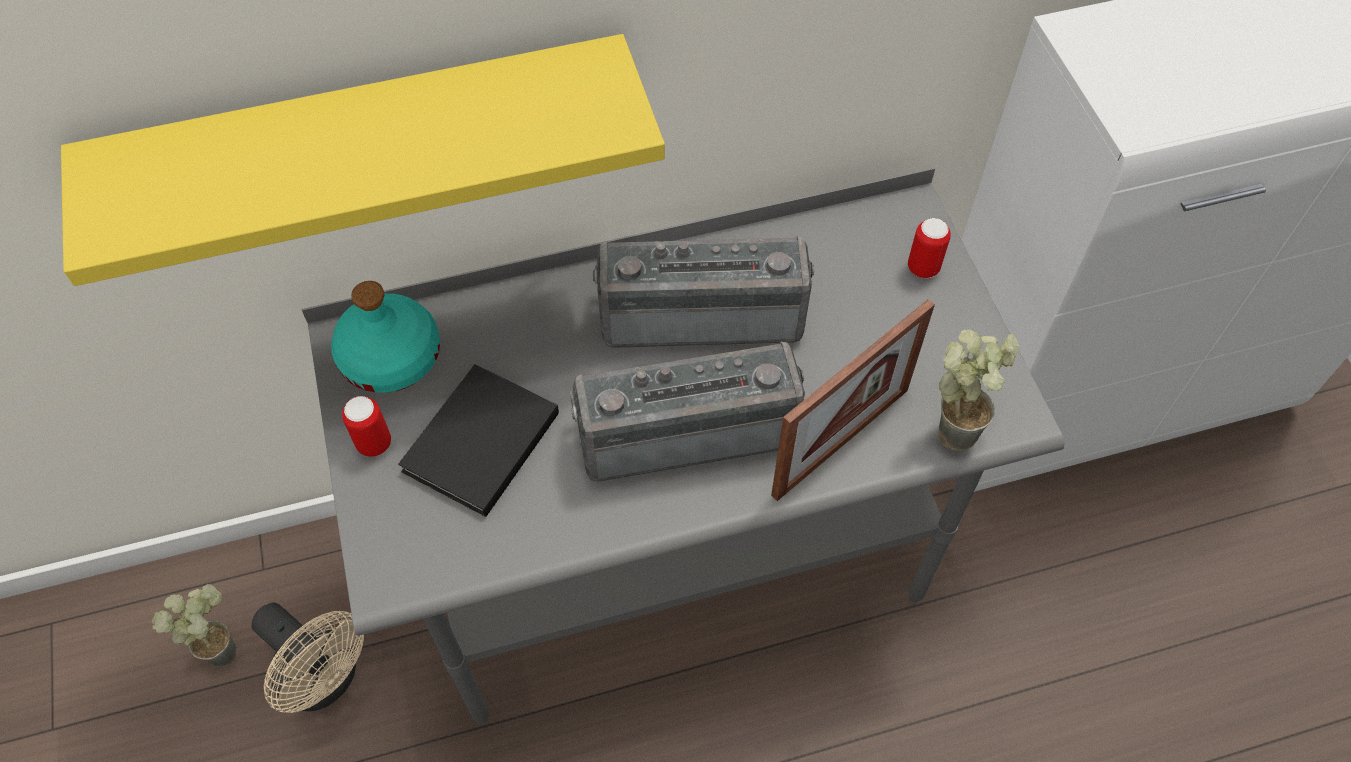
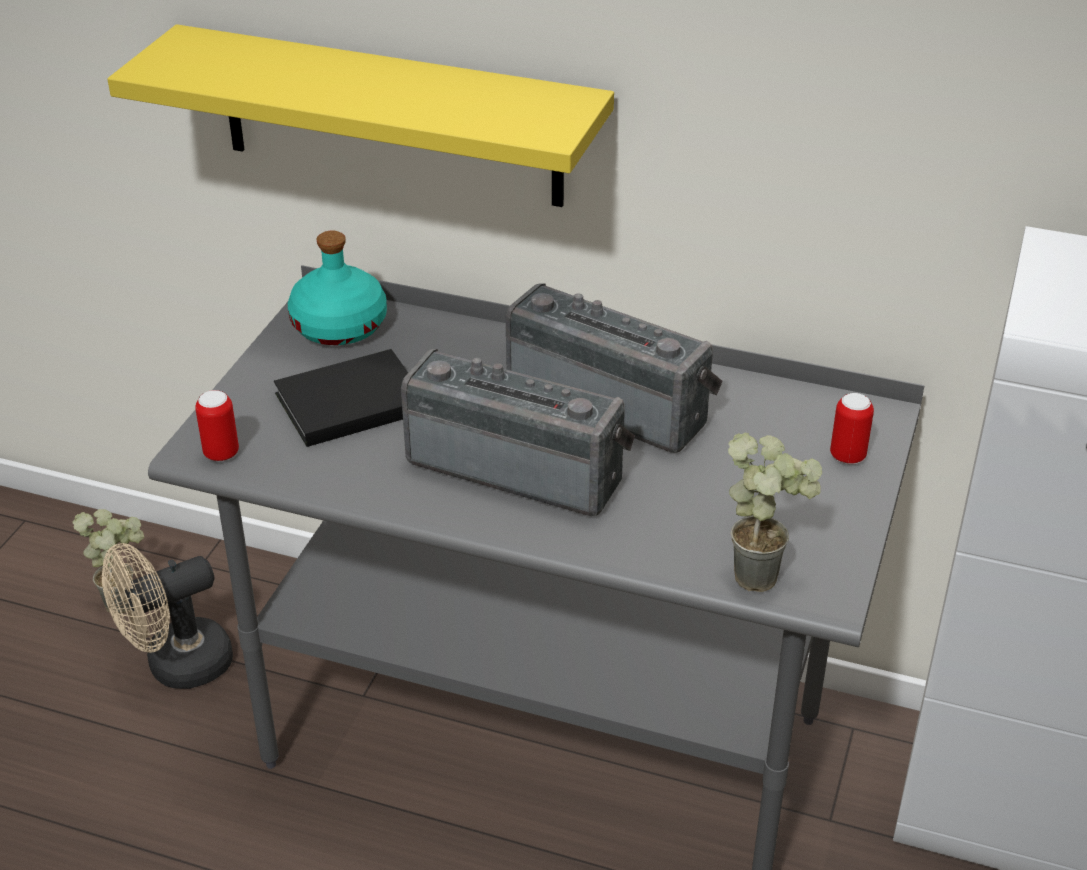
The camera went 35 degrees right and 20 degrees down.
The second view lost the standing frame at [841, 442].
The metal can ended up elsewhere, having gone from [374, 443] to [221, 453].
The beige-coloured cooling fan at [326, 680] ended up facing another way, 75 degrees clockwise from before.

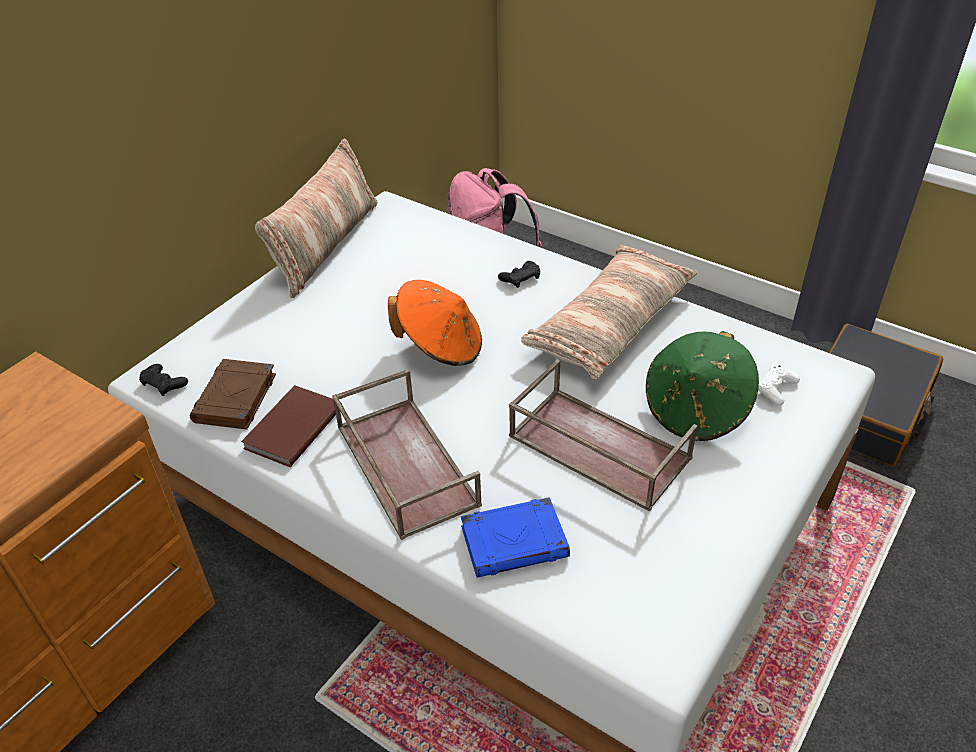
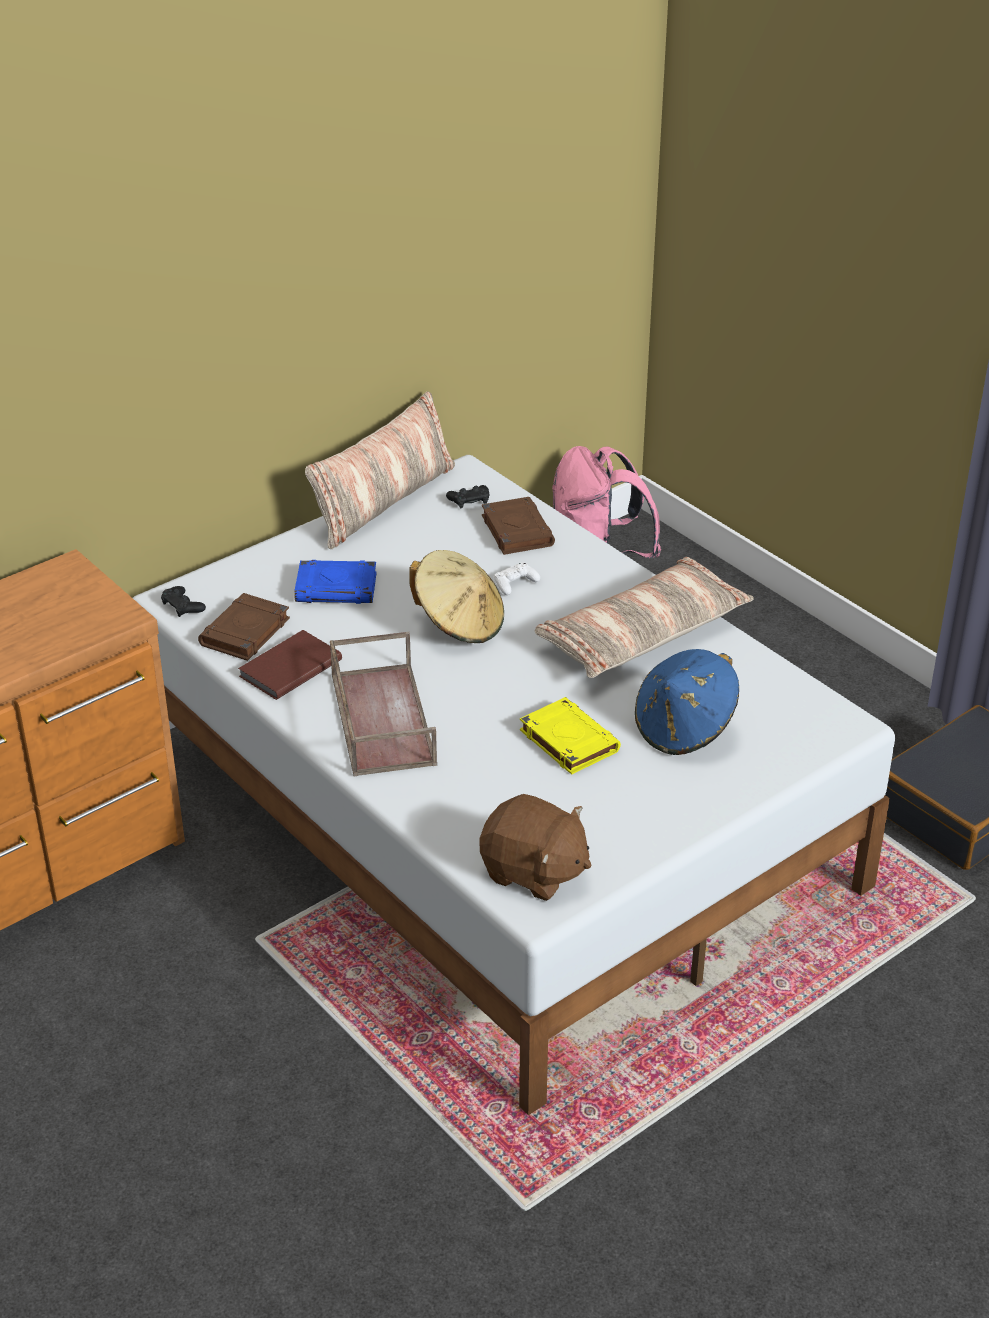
The camera went 15 degrees right and 5 degrees down.
The second view gained the brownish soft toy at [533, 872].
The second view gained the brownish volume at [516, 530].
The blue-coloured volume ended up elsewhere, having gone from [515, 542] to [337, 588].
The blackish joypad ended up elsewhere, having gone from [520, 278] to [469, 500].
The white-coloured joypad ended up elsewhere, having gone from [776, 389] to [515, 583].
Where the brownish carrying tray stood at [596, 447], the yellow volume came to stand at [568, 740].
What was the orangey wearable hat at [440, 347] turned into the beige-coloured wearable hat at [459, 623].
What was the green wearable hat at [697, 410] turned into the blue-coloured wearable hat at [685, 728].

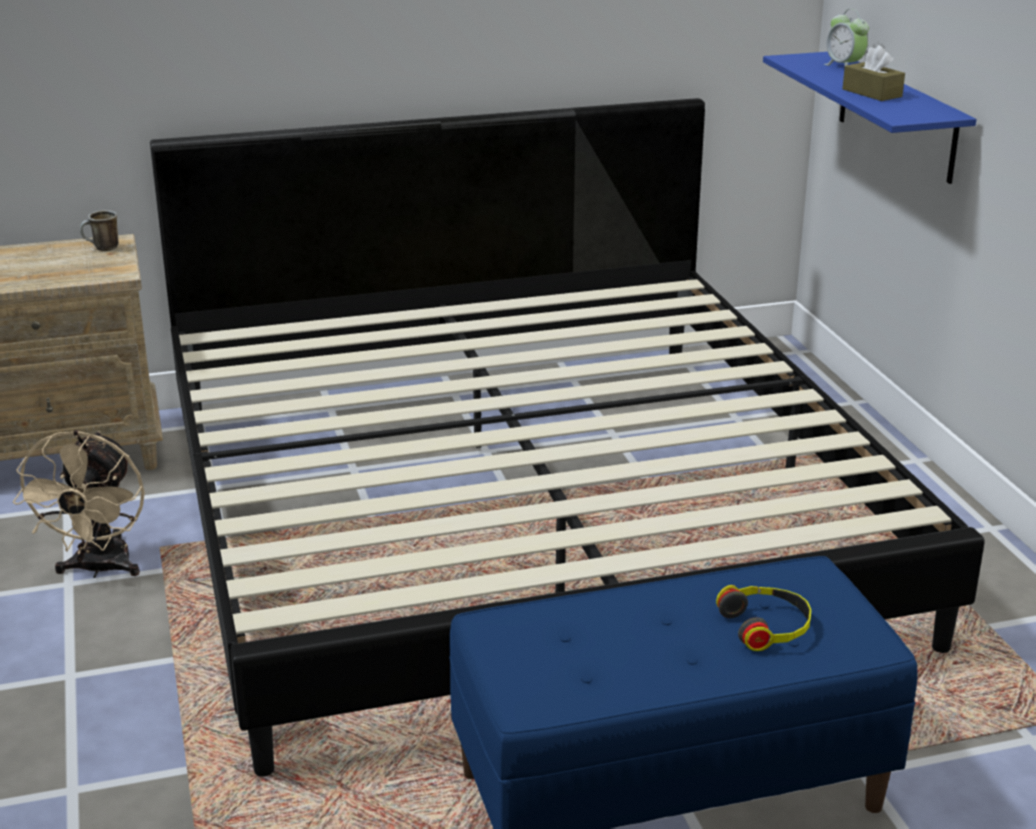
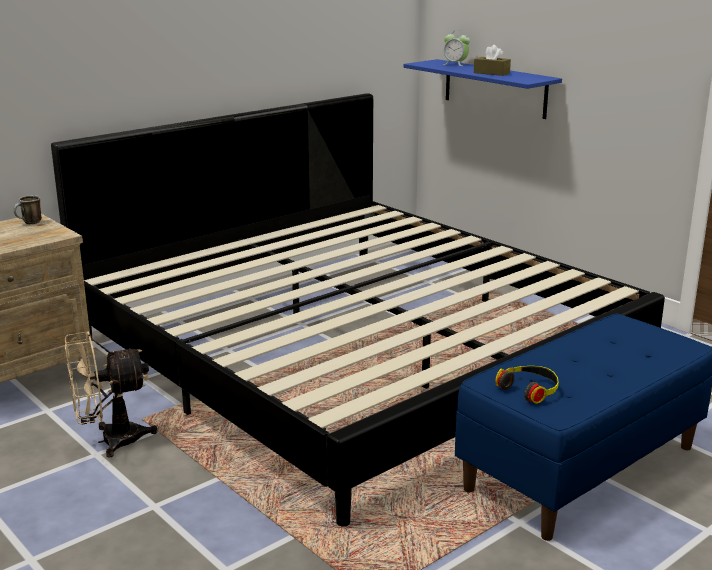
The camera went 25 degrees left and 5 degrees down.
The pair of headphones ended up elsewhere, having gone from [766, 626] to [529, 389].
The beige-coloured cooling fan at [99, 569] ended up facing another way, 90 degrees clockwise from before.

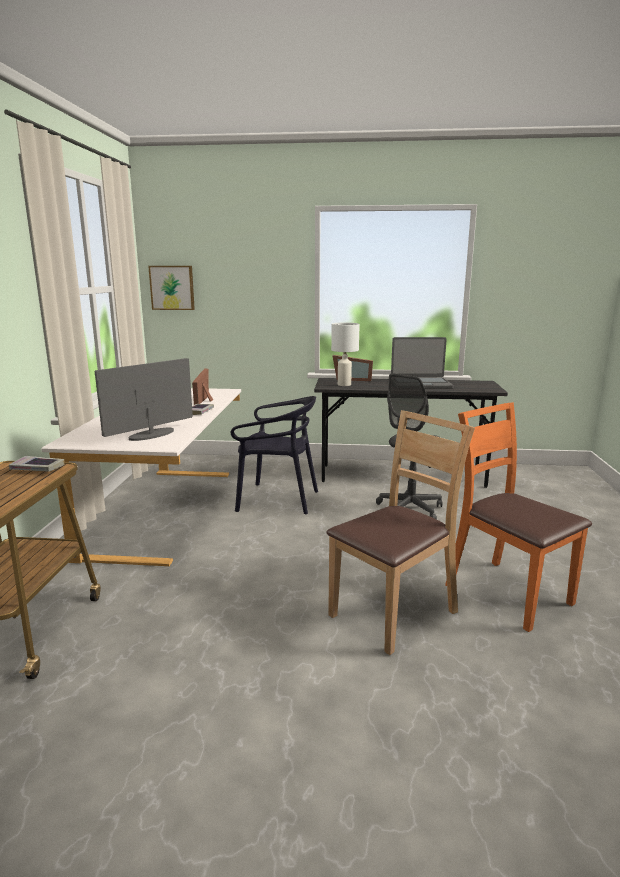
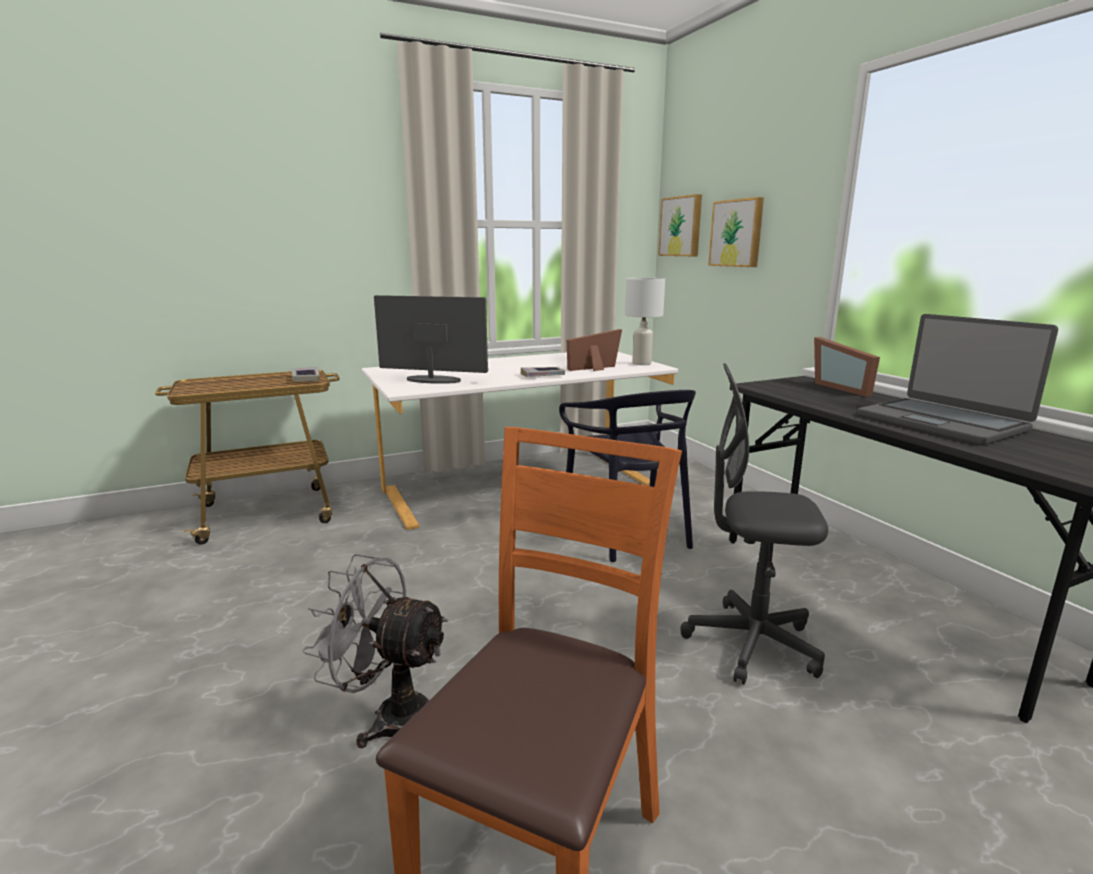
The camera went 60 degrees right and 0 degrees up.
The second view gained the wall picture at [737, 233].
The white-coloured lamp for a table ended up elsewhere, having gone from [344, 385] to [642, 363].
Where the brownish plain chair stood at [393, 612], the grey cooling fan came to stand at [390, 717].

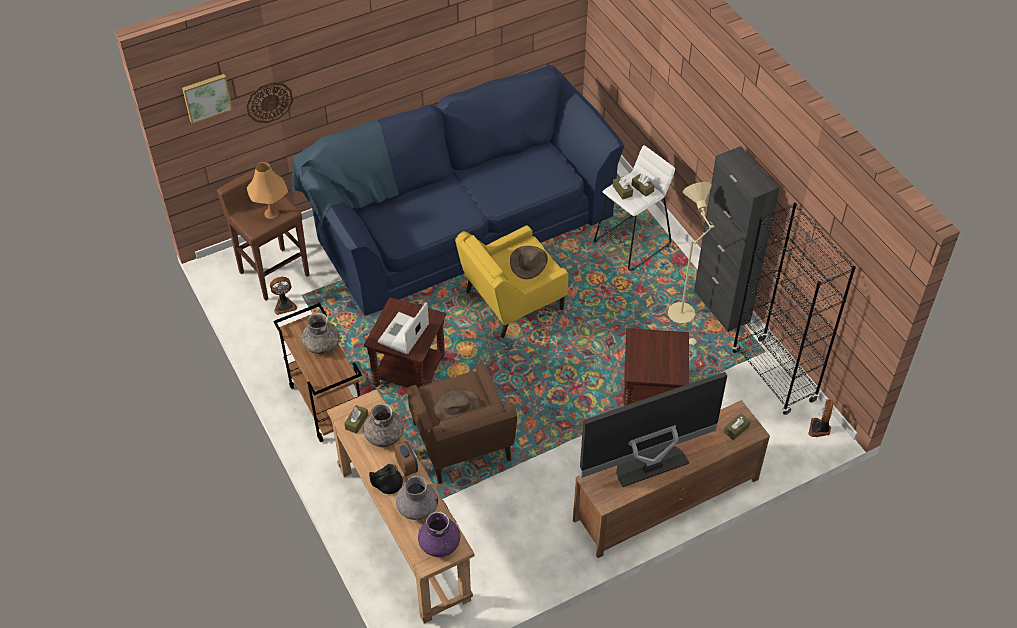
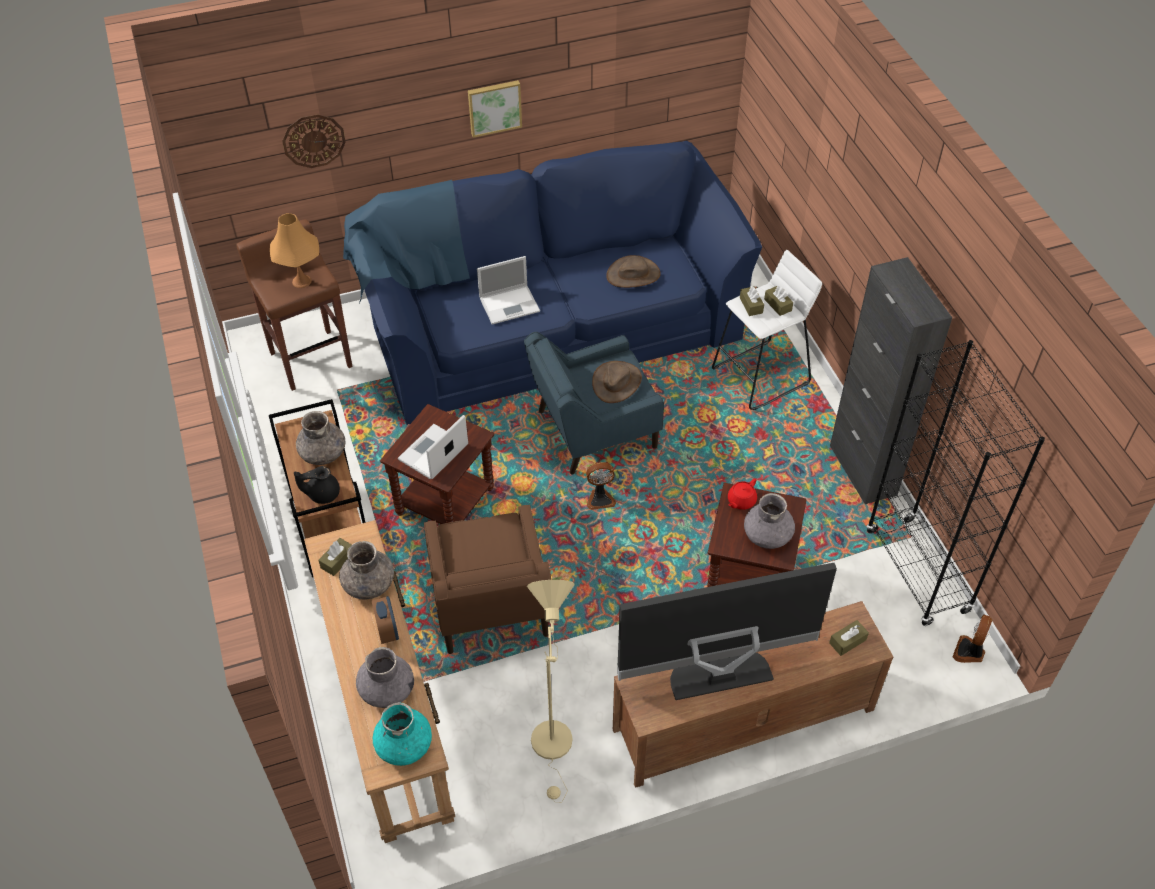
The camera went 10 degrees right and 0 degrees up.
The second view gained the notebook computer at [510, 304].
The second view gained the reddish pot for tea at [741, 501].
The second view gained the grey flower vase at [767, 535].
The wall picture ended up elsewhere, having gone from [206, 97] to [494, 107].
The cooling fan ended up elsewhere, having gone from [284, 305] to [600, 499].
The blackish pot for tea ended up elsewhere, having gone from [388, 485] to [322, 494].
The brownish wearable hat ended up elsewhere, having gone from [457, 407] to [633, 274].
The beige-coloured floor lamp ended up elsewhere, having gone from [684, 318] to [553, 748].
What was the purple-coloured flower vase at [439, 543] turned into the blue-green flower vase at [404, 745].
What was the yellow armchair at [511, 301] turned into the blue-coloured armchair at [593, 430].

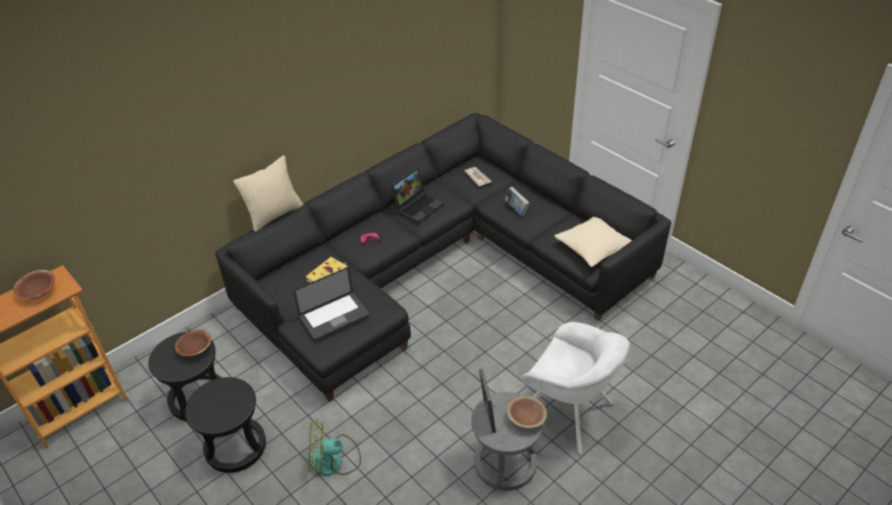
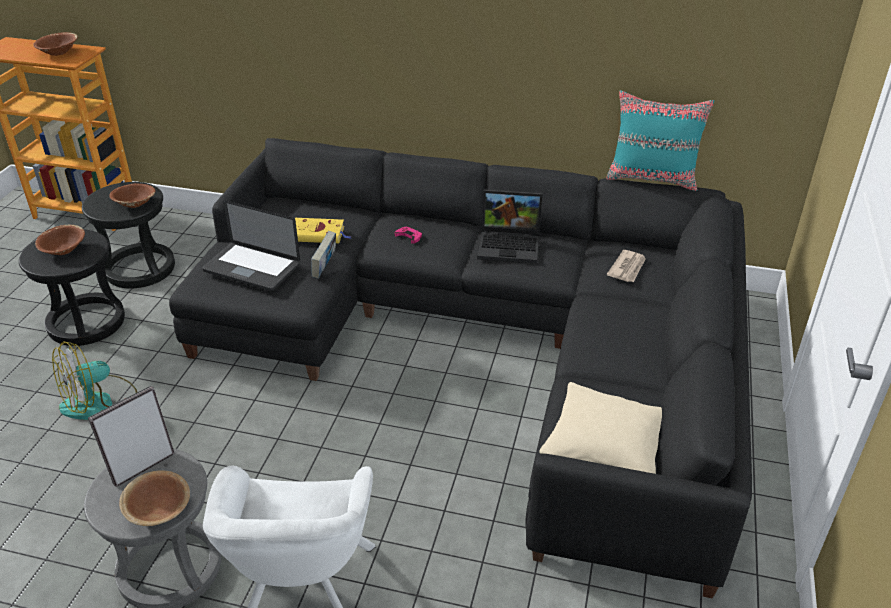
The camera went 55 degrees right and 5 degrees down.
The second view lost the beige-coloured pillow at [274, 215].
The second view gained the brownish serving bowl at [63, 250].
The second view gained the blue-green pillow at [652, 178].
The volume ended up elsewhere, having gone from [516, 210] to [325, 269].
The cooling fan at [333, 461] ended up facing another way, 90 degrees counterclockwise from before.

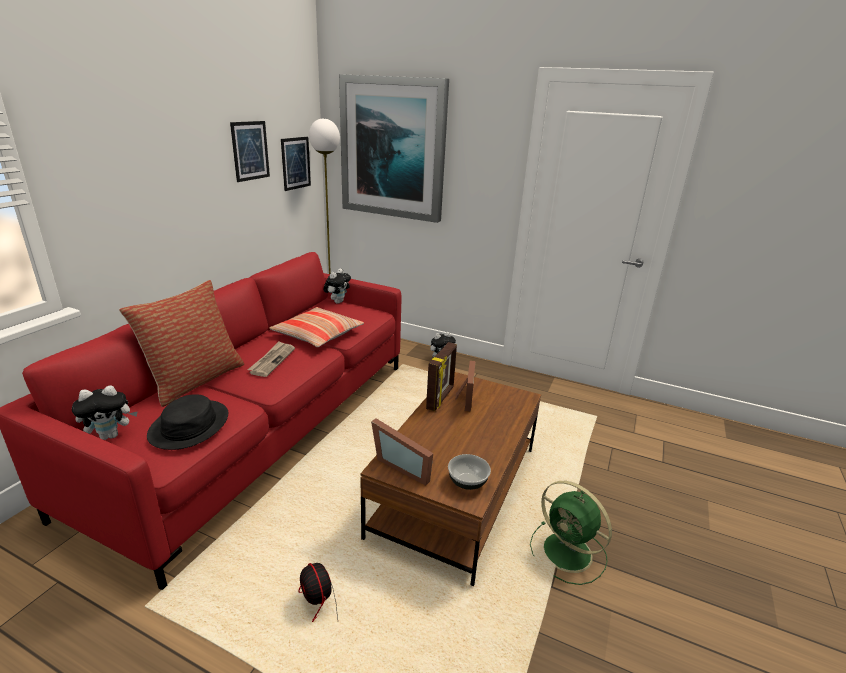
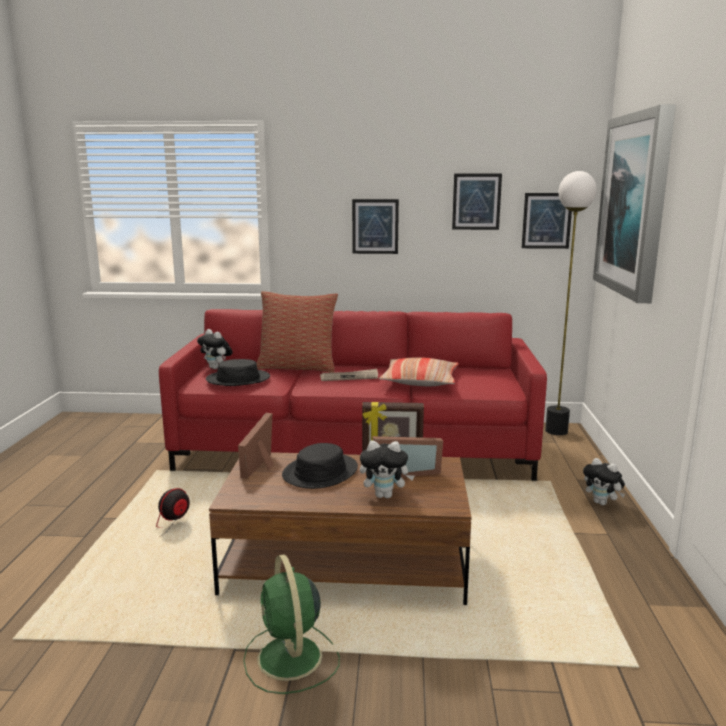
The camera went 70 degrees right and 10 degrees down.
The second view lost the serving bowl at [468, 482].
The second view gained the blackish wearable hat at [320, 472].
The second view gained the wall picture at [375, 226].
The soft toy ended up elsewhere, having gone from [337, 302] to [385, 495].
The green cooling fan at [568, 553] ended up facing another way, 45 degrees counterclockwise from before.

